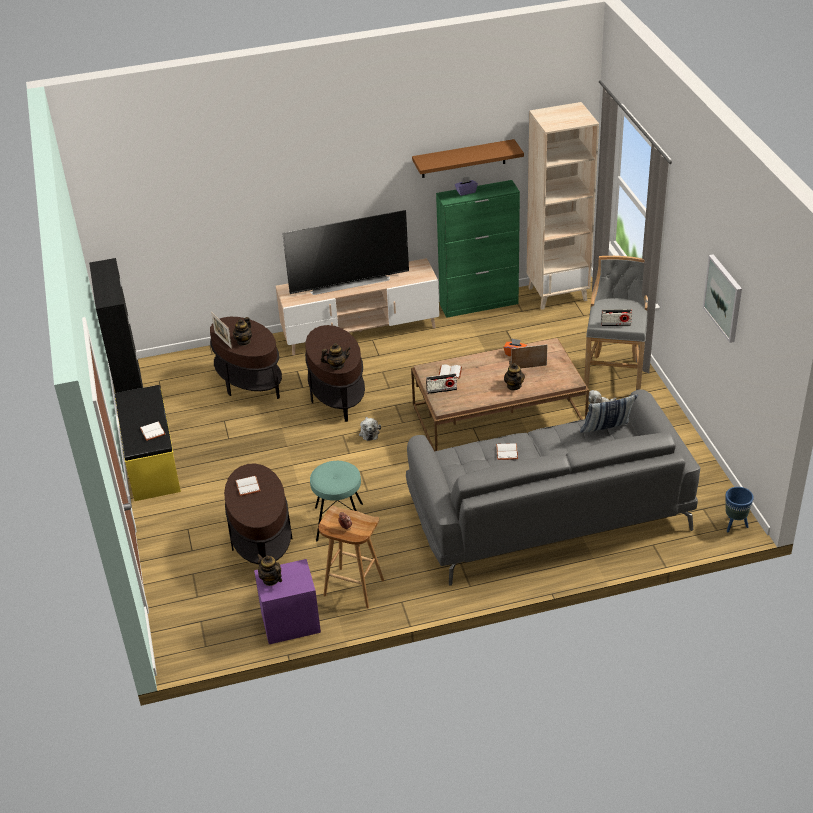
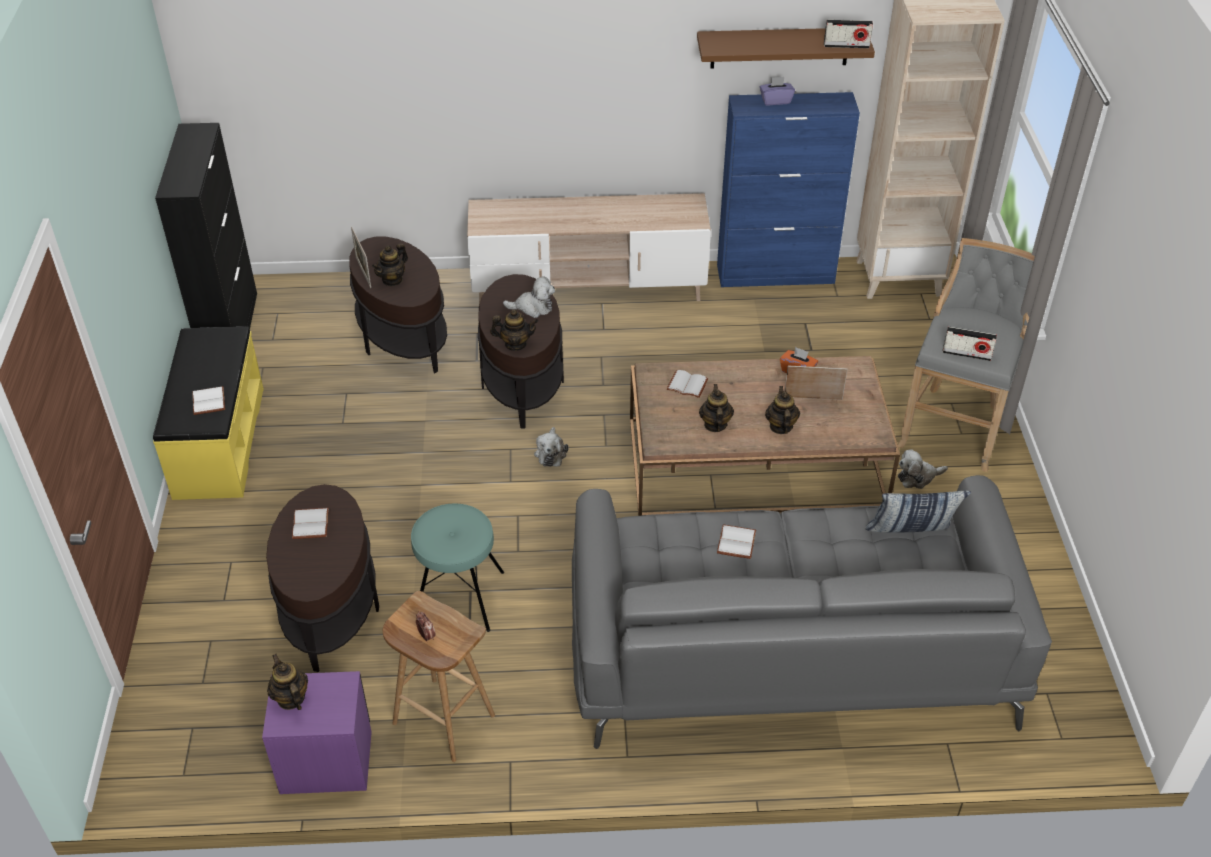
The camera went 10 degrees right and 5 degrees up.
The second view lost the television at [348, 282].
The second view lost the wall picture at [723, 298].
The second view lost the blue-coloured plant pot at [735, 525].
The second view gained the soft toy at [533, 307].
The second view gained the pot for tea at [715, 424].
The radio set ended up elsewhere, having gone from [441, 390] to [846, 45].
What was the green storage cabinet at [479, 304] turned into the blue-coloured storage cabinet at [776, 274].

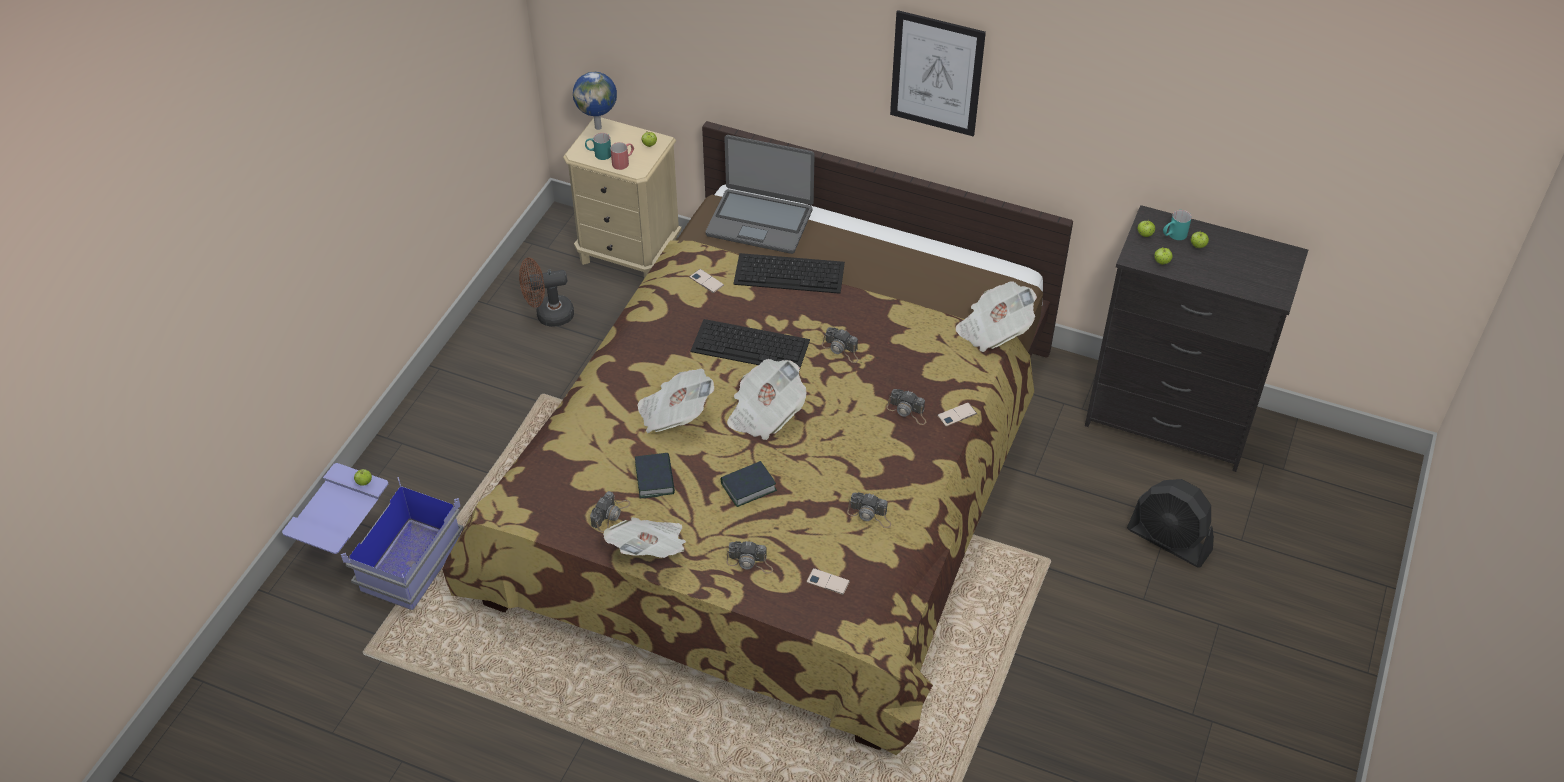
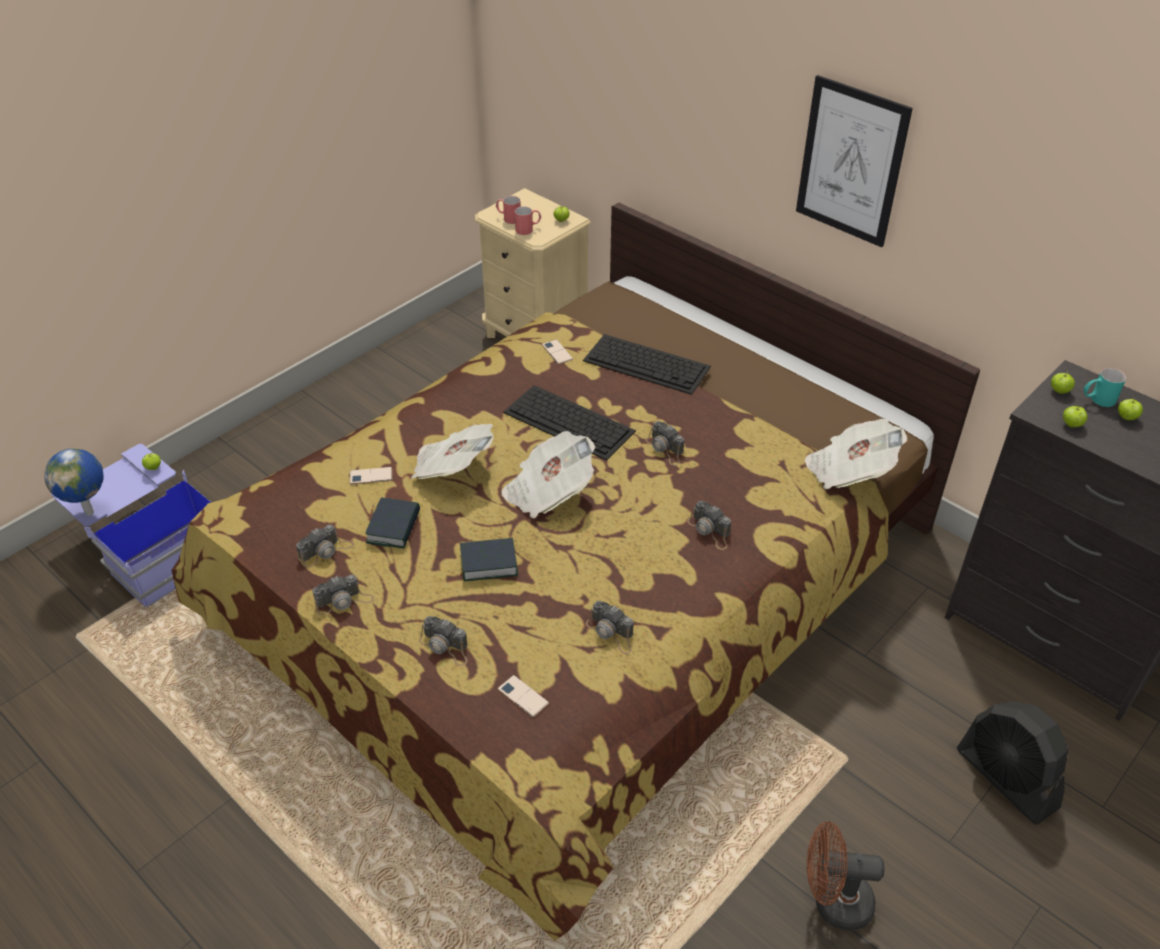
The camera went 20 degrees right and 5 degrees down.
The second view lost the notebook computer at [760, 221].
The brownish cooling fan ended up elsewhere, having gone from [548, 315] to [833, 902].
The desk globe ended up elsewhere, having gone from [599, 127] to [90, 512].
The handset ended up elsewhere, having gone from [957, 415] to [371, 476].
Where the newspaper stood at [650, 550], the still camera came to stand at [344, 601].
What was the blue-green coffee mug at [598, 154] turned into the reddish coffee mug at [508, 218].

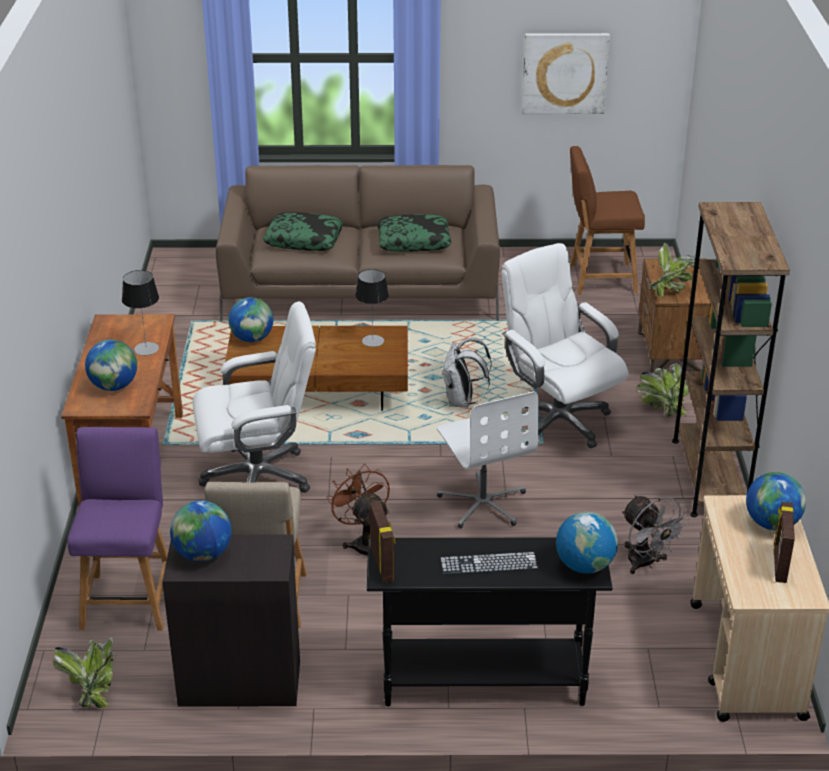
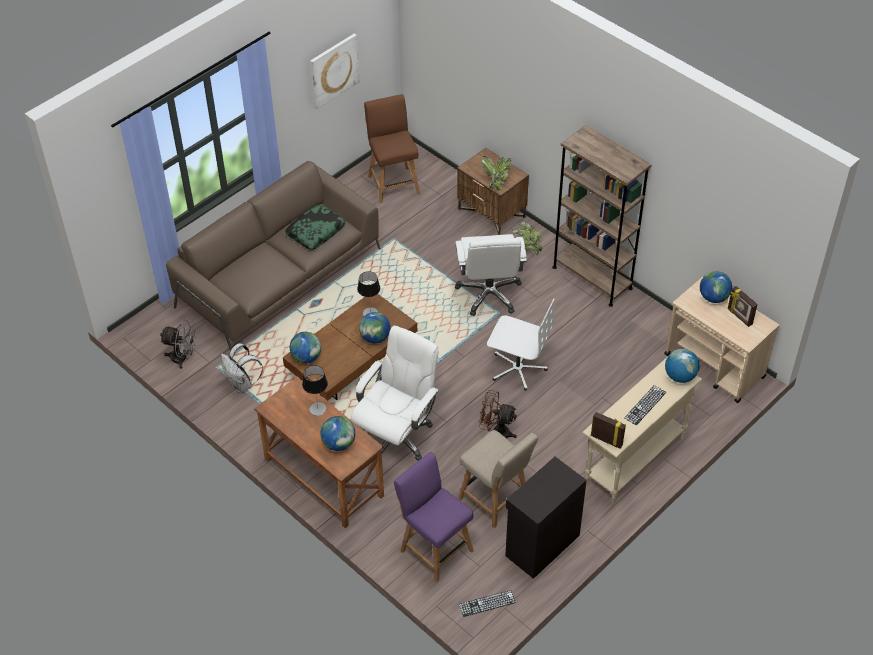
The camera went 45 degrees left and 15 degrees up.
The second view lost the pillow at [304, 239].
The desk globe ended up elsewhere, having gone from [203, 554] to [375, 338].
The white-coloured knapsack ended up elsewhere, having gone from [462, 401] to [242, 384].
The grey cooling fan ended up elsewhere, having gone from [646, 564] to [183, 358].
Where the houseplant stood at [93, 689], the computer keyboard came to stand at [487, 603].
What was the blackish console table at [482, 682] turned into the beige-coloured console table at [634, 460].
The white-coloured office chair at [557, 421] ended up facing another way, 105 degrees counterclockwise from before.
The brownish plain chair at [599, 278] ended up facing another way, 120 degrees clockwise from before.

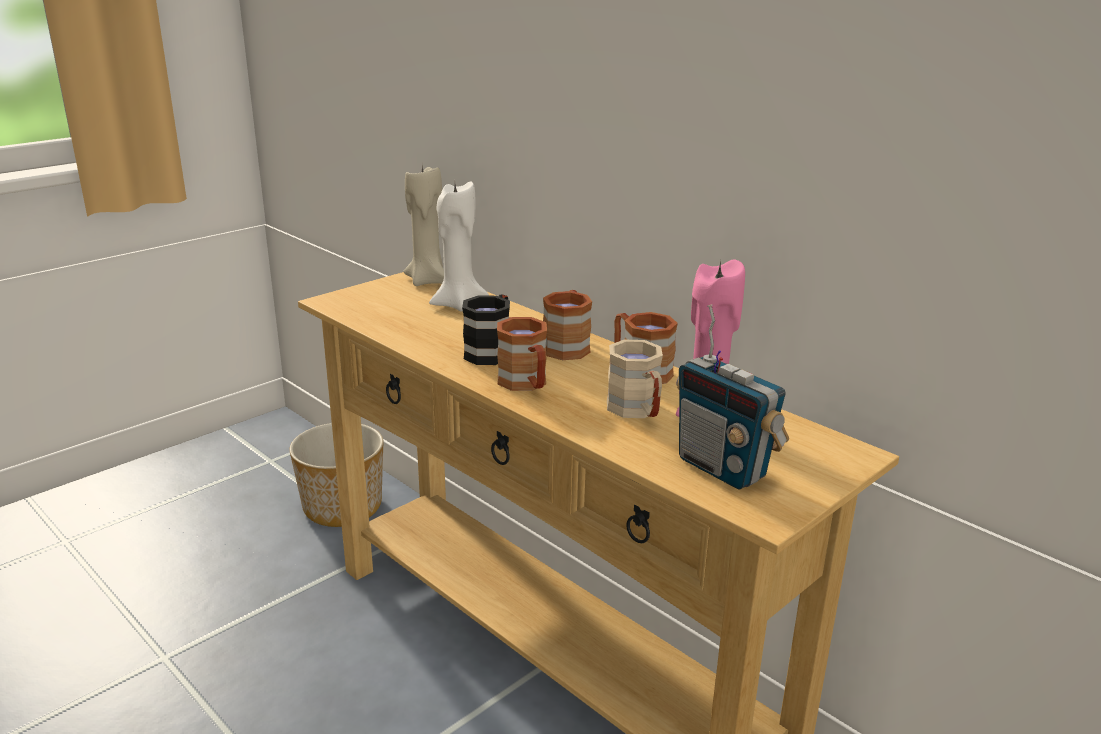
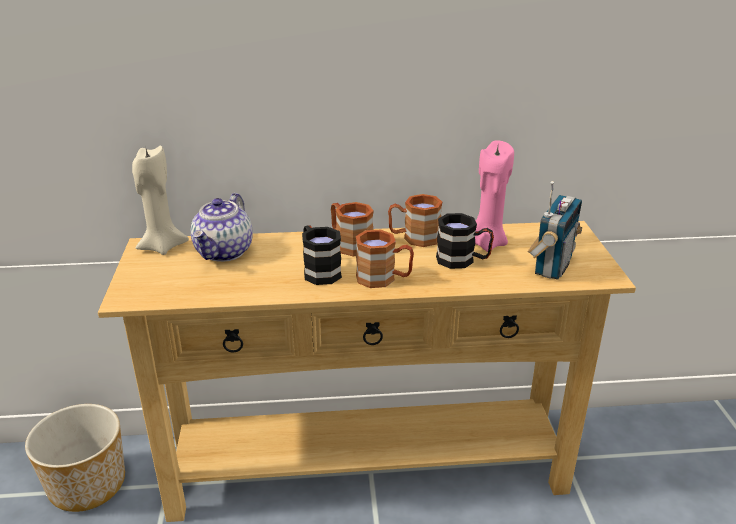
The camera went 50 degrees left and 5 degrees up.
Where the white-coloured wax candle stood at [458, 304], the pot for tea came to stand at [224, 252].
What was the beige-coloured coffee mug at [637, 411] turned into the blackish coffee mug at [463, 260].
The radio set at [722, 468] ended up facing another way, 60 degrees counterclockwise from before.

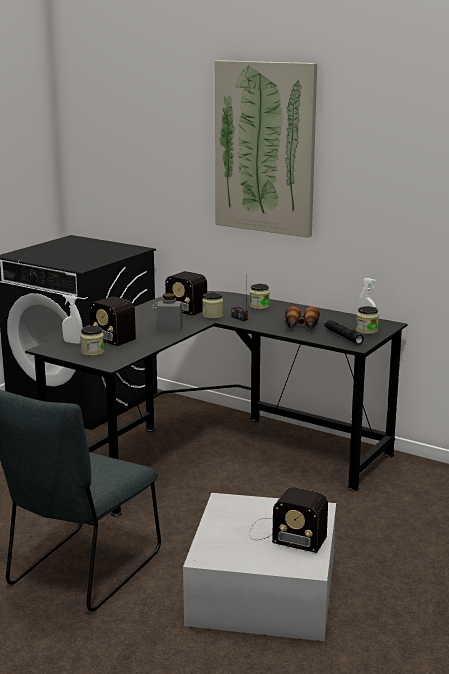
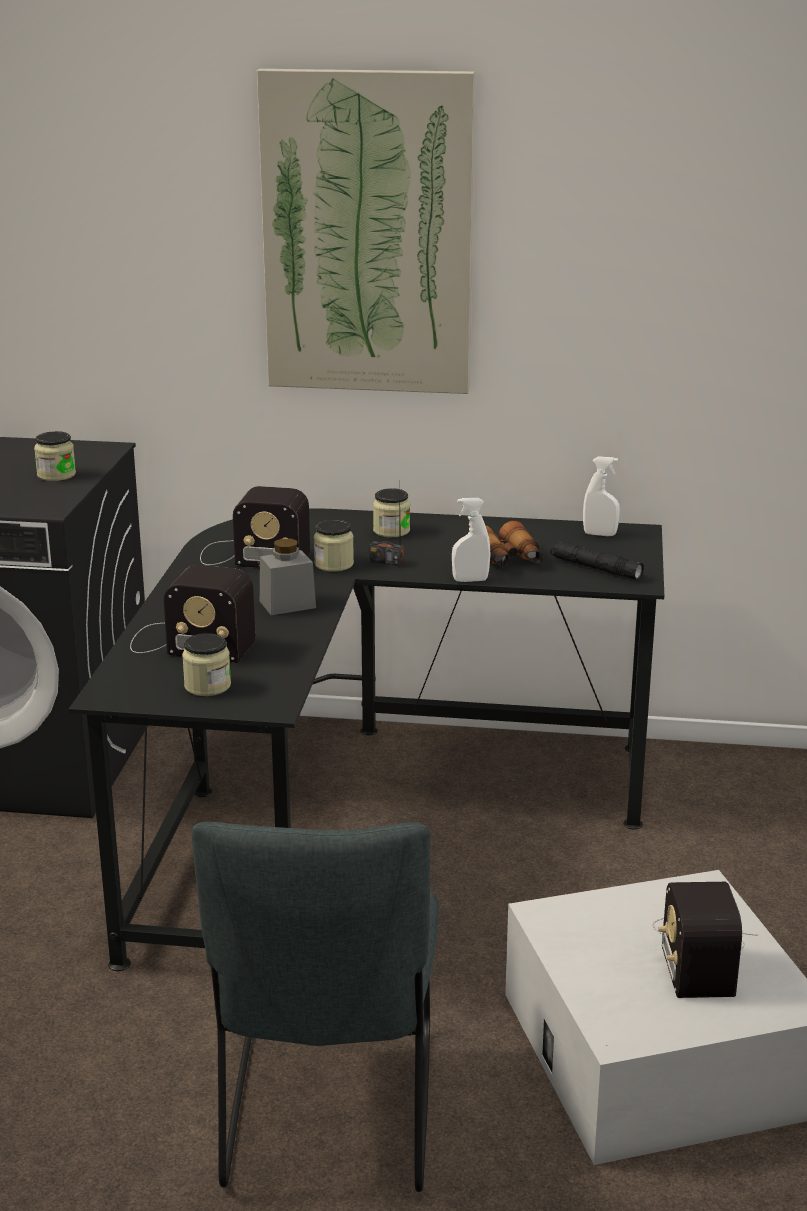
The camera went 25 degrees left and 5 degrees up.
The white-coloured hand sprayer ended up elsewhere, having gone from [73, 342] to [470, 580].
The preserve jar ended up elsewhere, having gone from [366, 331] to [56, 475].
The radio set at [284, 534] ended up facing another way, 90 degrees clockwise from before.

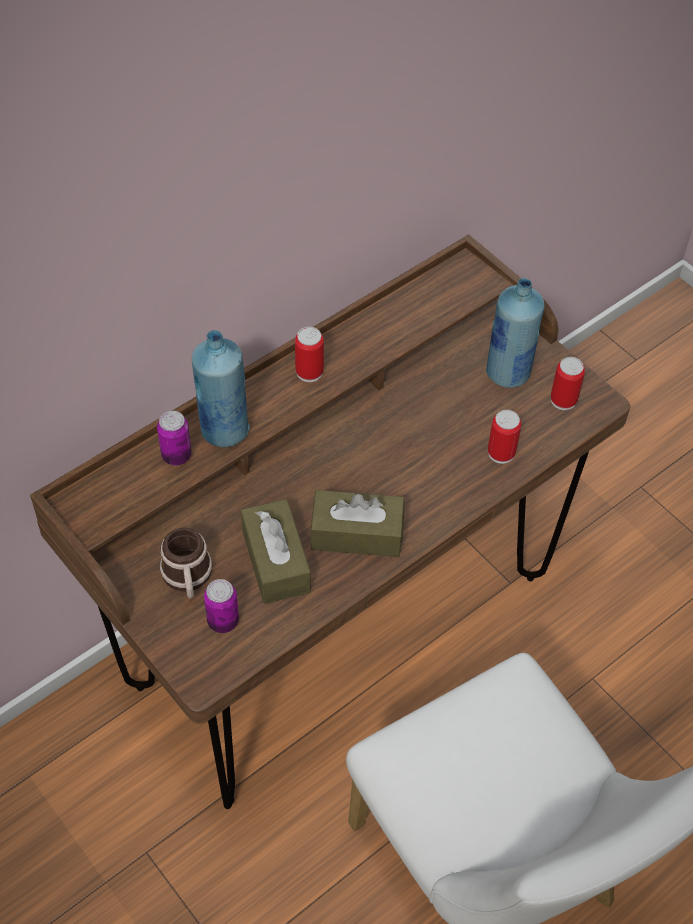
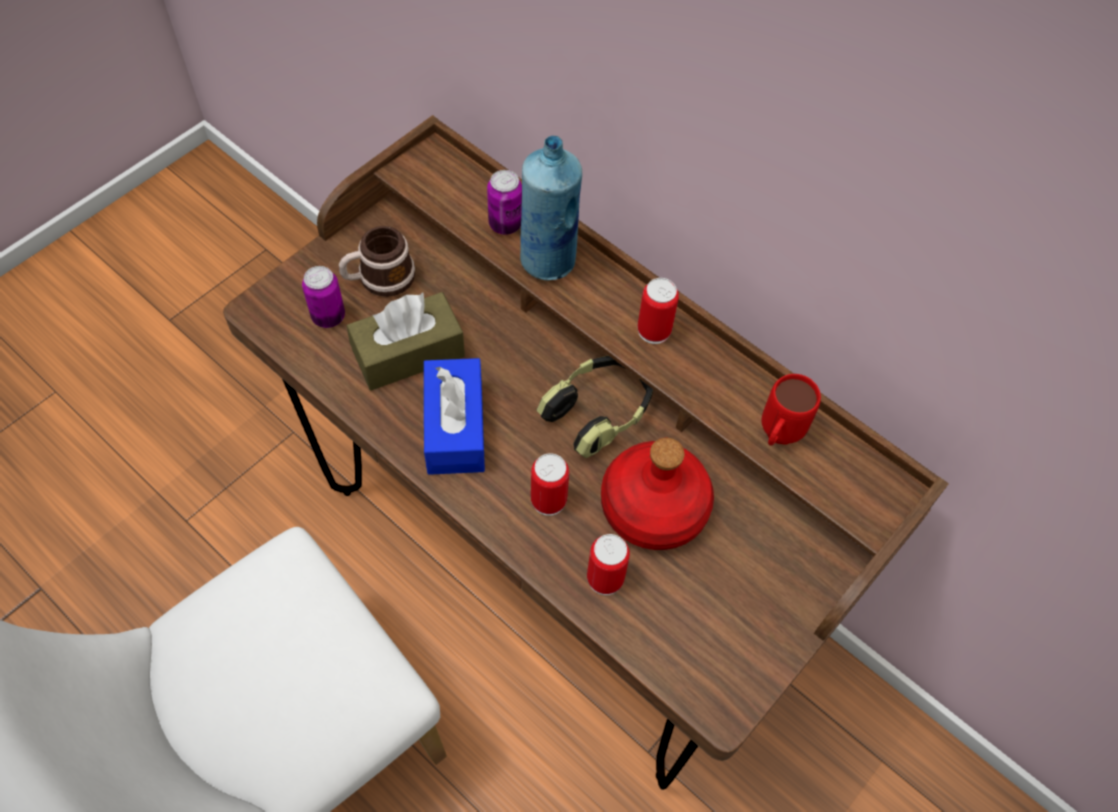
The camera went 80 degrees right and 5 degrees up.
The second view lost the blue-coloured beverage bottle at [507, 373].
The second view gained the pair of headphones at [598, 412].
The second view gained the reddish beverage bottle at [653, 509].
The second view gained the reddish coffee mug at [776, 437].
The metal can ended up elsewhere, having gone from [563, 400] to [548, 500].
What was the brownish box of tissues at [357, 534] turned into the blue-coloured box of tissues at [455, 427].

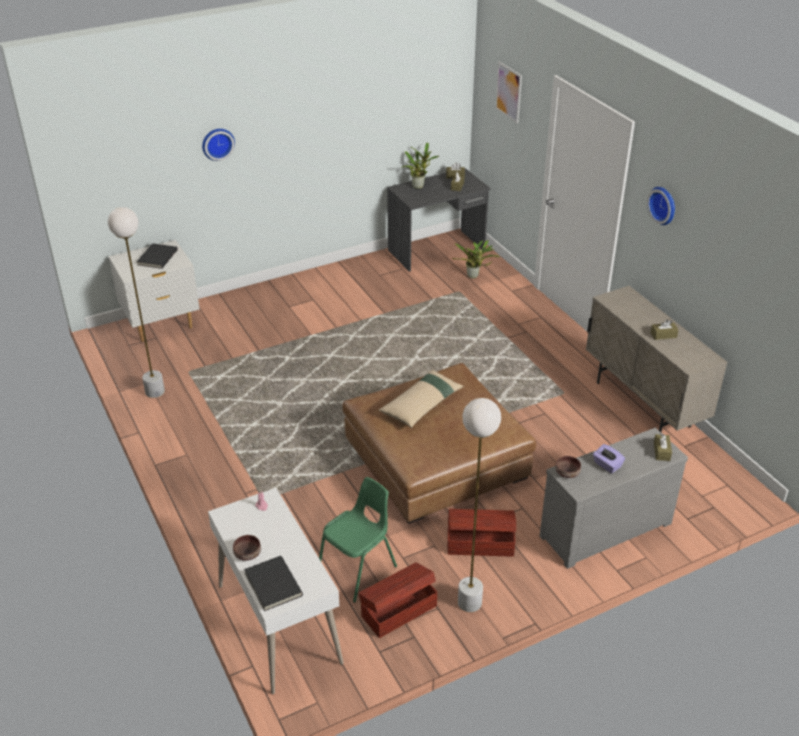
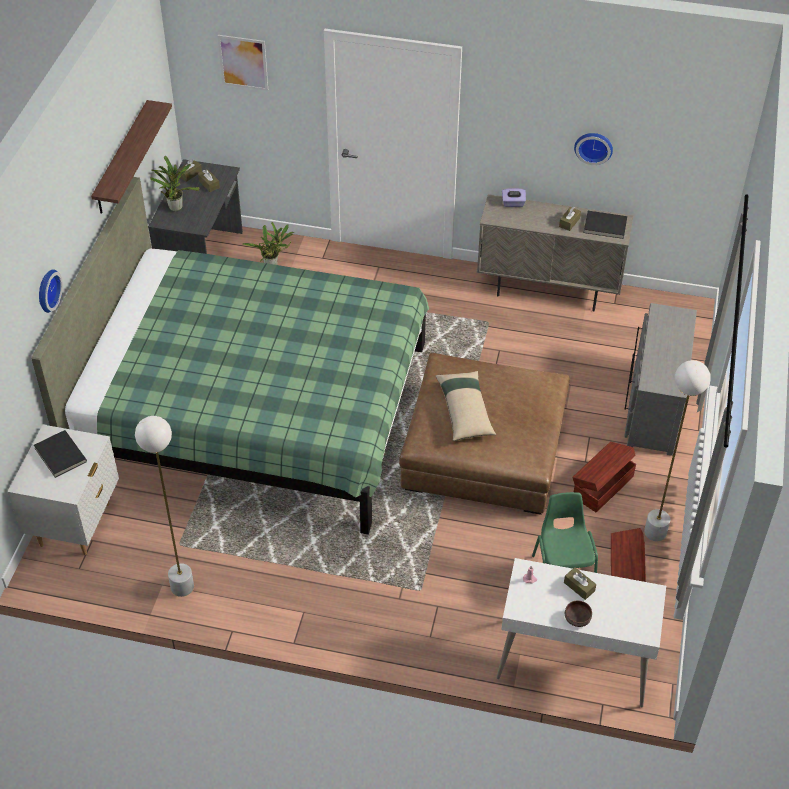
The camera went 50 degrees left and 10 degrees up.
The second view lost the brownish serving bowl at [567, 473].
The second view gained the green bed at [254, 409].
The second view gained the bracket shelf at [122, 158].
The blackish volume ended up elsewhere, having gone from [272, 585] to [605, 226].
The purple-coloured box of tissues ended up elsewhere, having gone from [607, 465] to [513, 203].
The hanging clock ended up elsewhere, having gone from [664, 205] to [594, 146].
The brownish box of tissues ended up elsewhere, having gone from [661, 451] to [579, 587].

